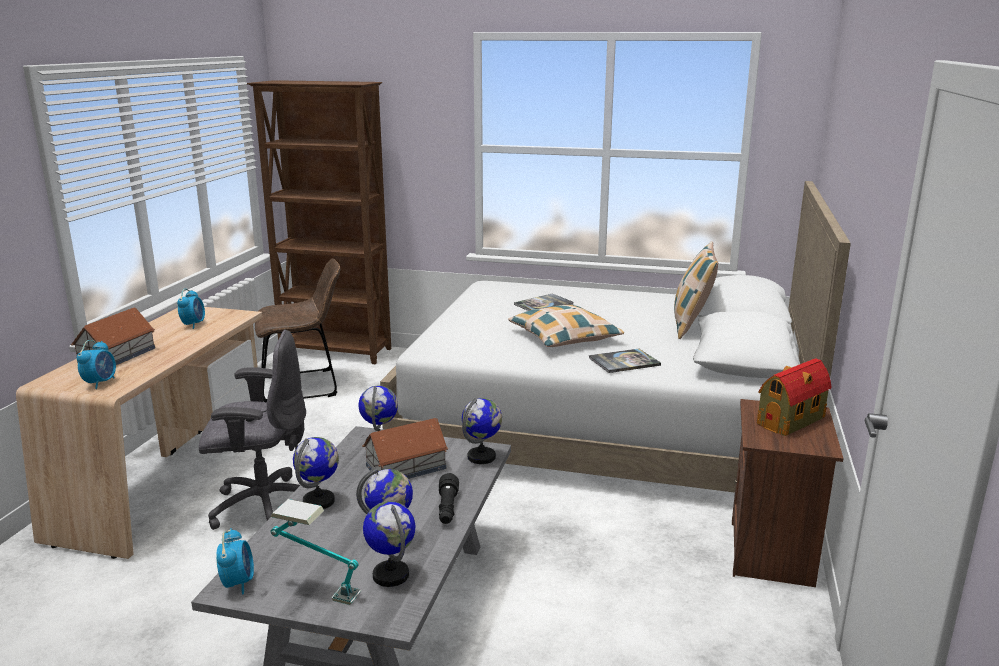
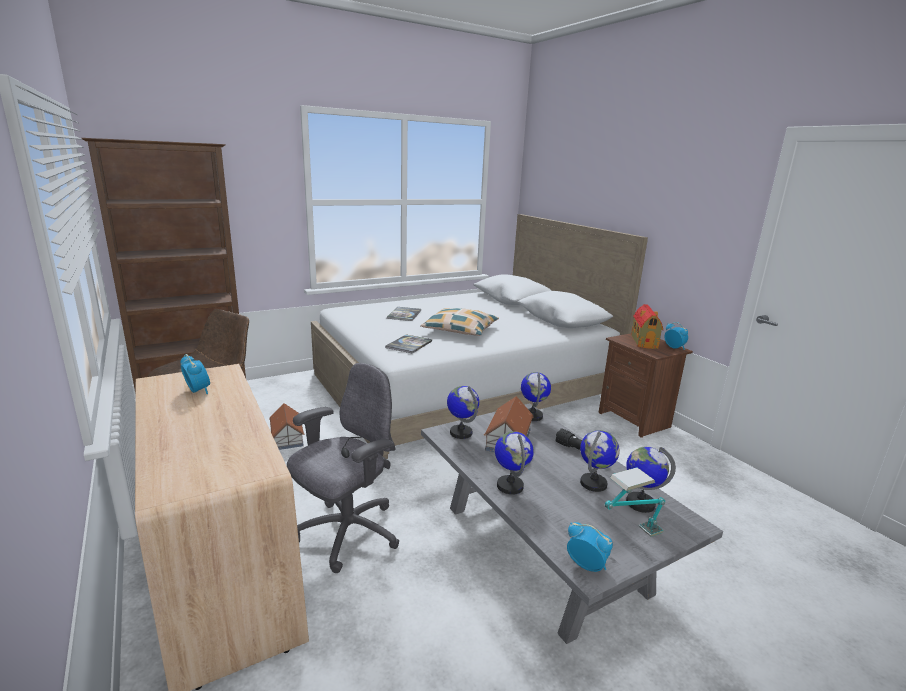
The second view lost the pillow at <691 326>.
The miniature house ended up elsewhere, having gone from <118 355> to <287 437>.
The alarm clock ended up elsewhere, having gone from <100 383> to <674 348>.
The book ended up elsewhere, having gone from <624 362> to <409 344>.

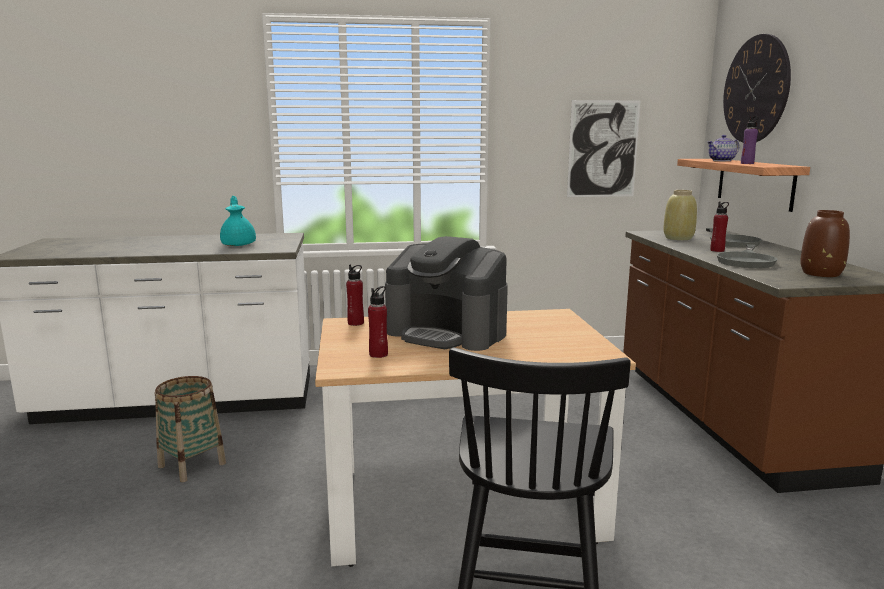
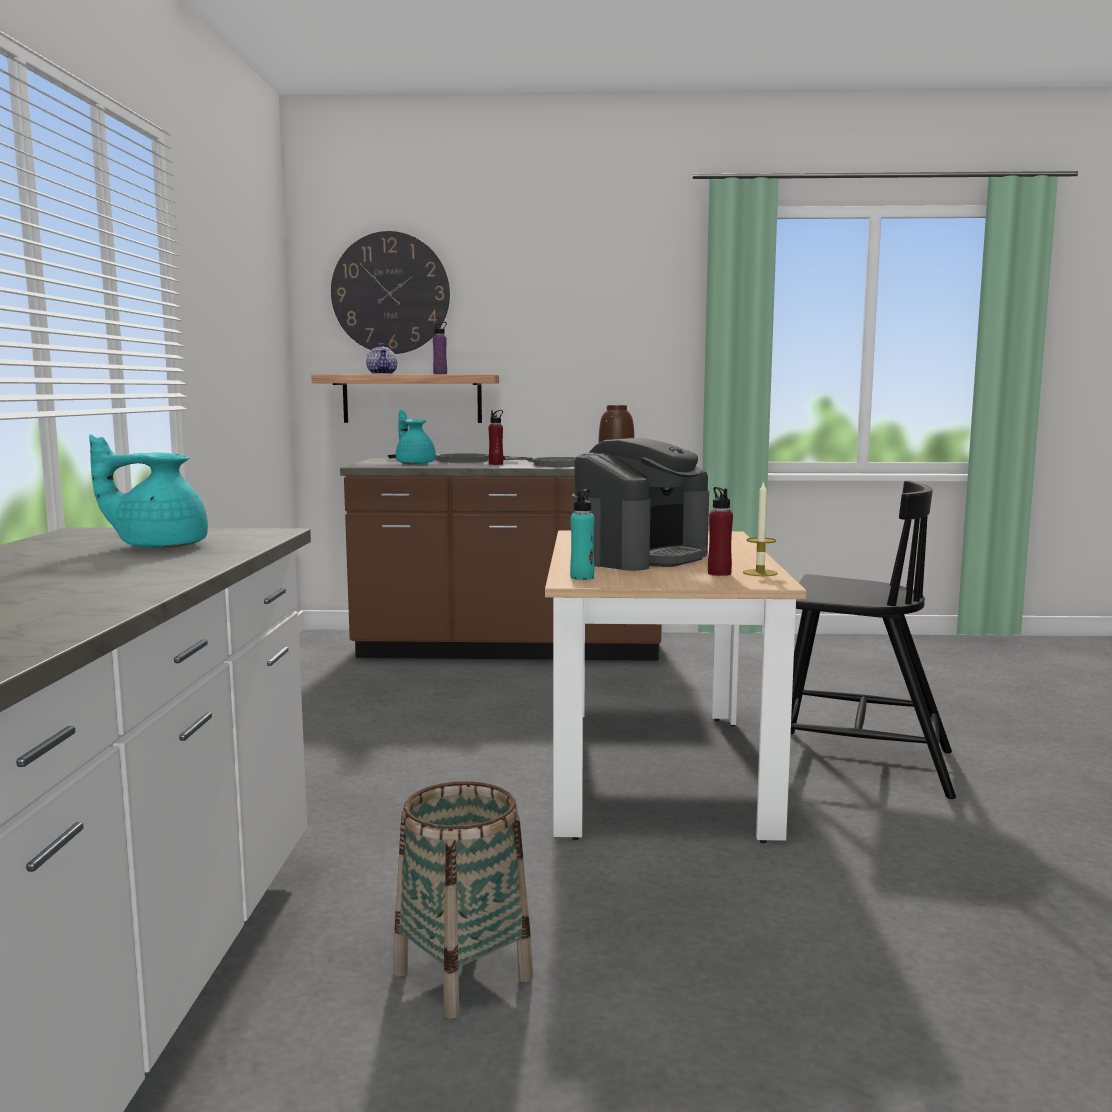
The second view lost the wall picture at <603 149>.
The second view gained the candle at <760 573>.
Where the decorative vase in beige-coloured stood at <678 238>, the tea pot in turquoise came to stand at <415 464>.
What was the beverage bottle in reddish at <356 323> turned into the beverage bottle in turquoise at <582 577>.

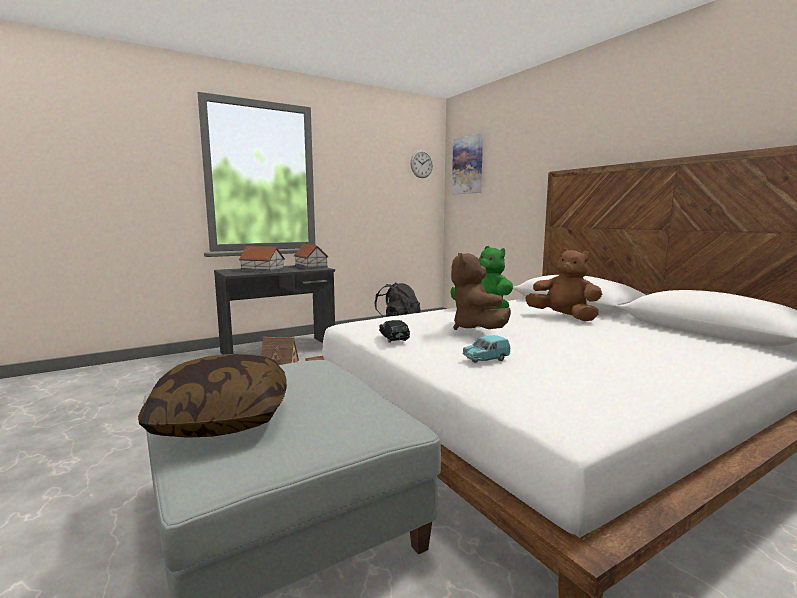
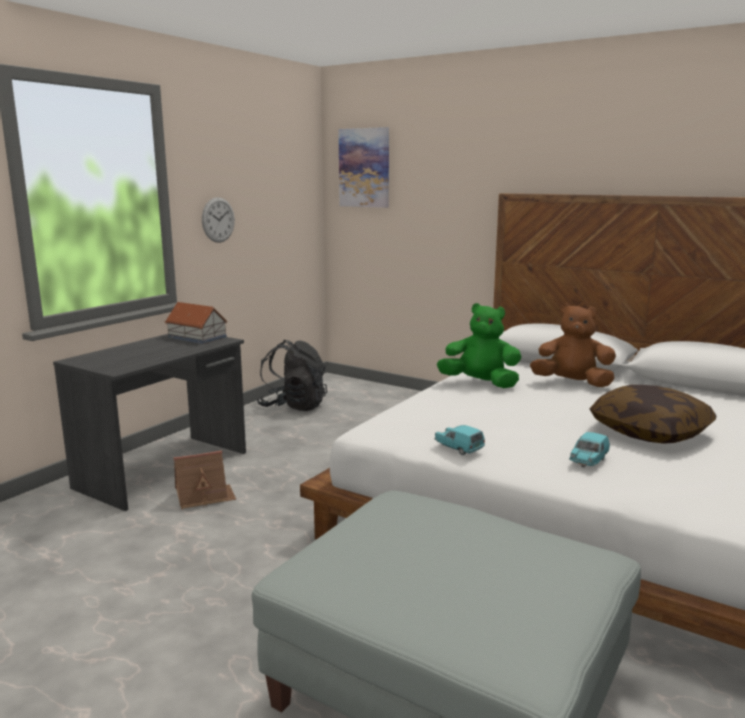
The second view lost the miniature house at <262 270>.
The second view lost the plush toy in brown-coloured at <477 329>.
The pillow ended up elsewhere, having gone from <222 418> to <649 432>.
The hanging clock ended up elsewhere, having gone from <421 164> to <218 220>.
What was the toy car in blackish at <393 339> turned into the toy car in turquoise at <458 448>.

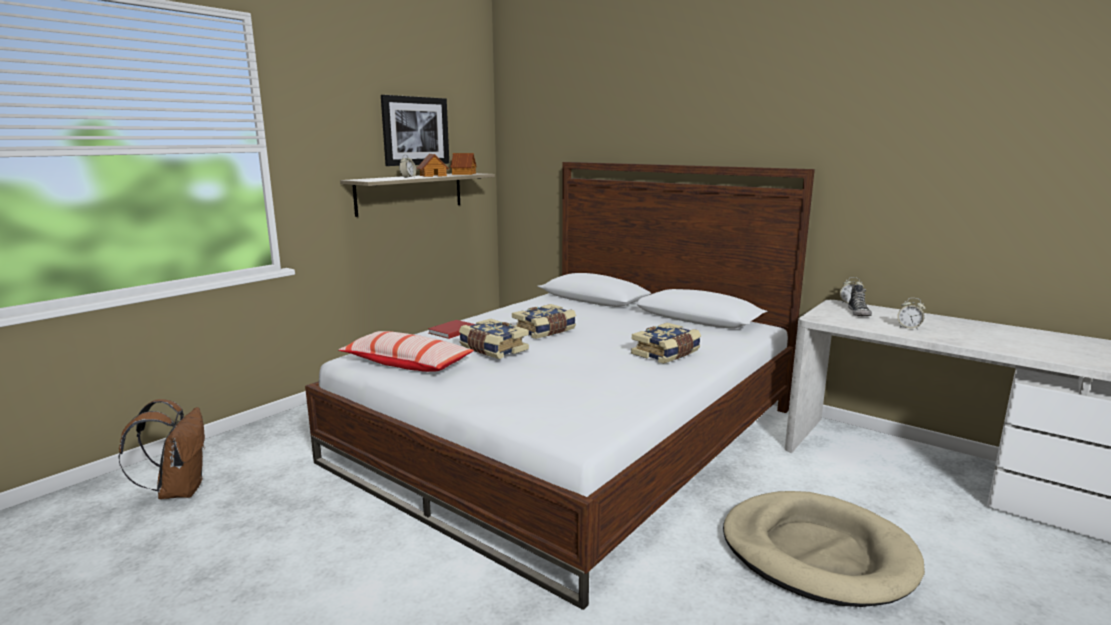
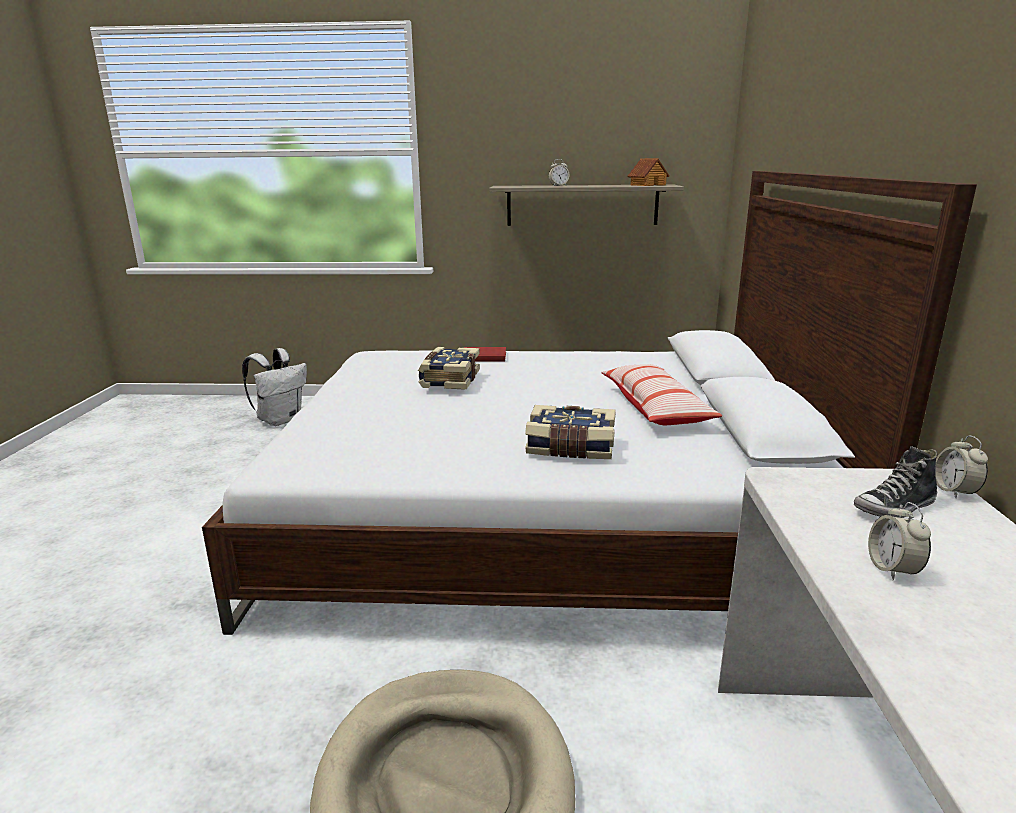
The second view lost the wall picture at <415 131>.
The second view lost the miniature house at <433 176>.
The second view lost the book at <545 331>.
The pillow ended up elsewhere, having gone from <407 364> to <655 408>.
What was the rucksack in brown-coloured at <179 490> turned into the rucksack in white at <280 420>.

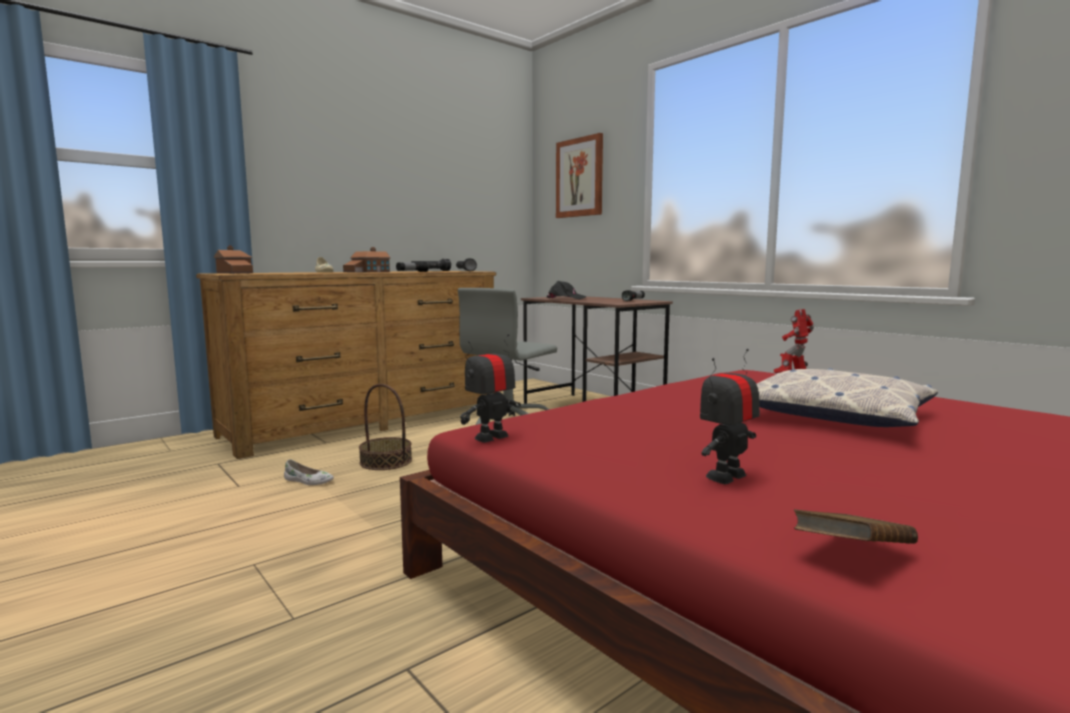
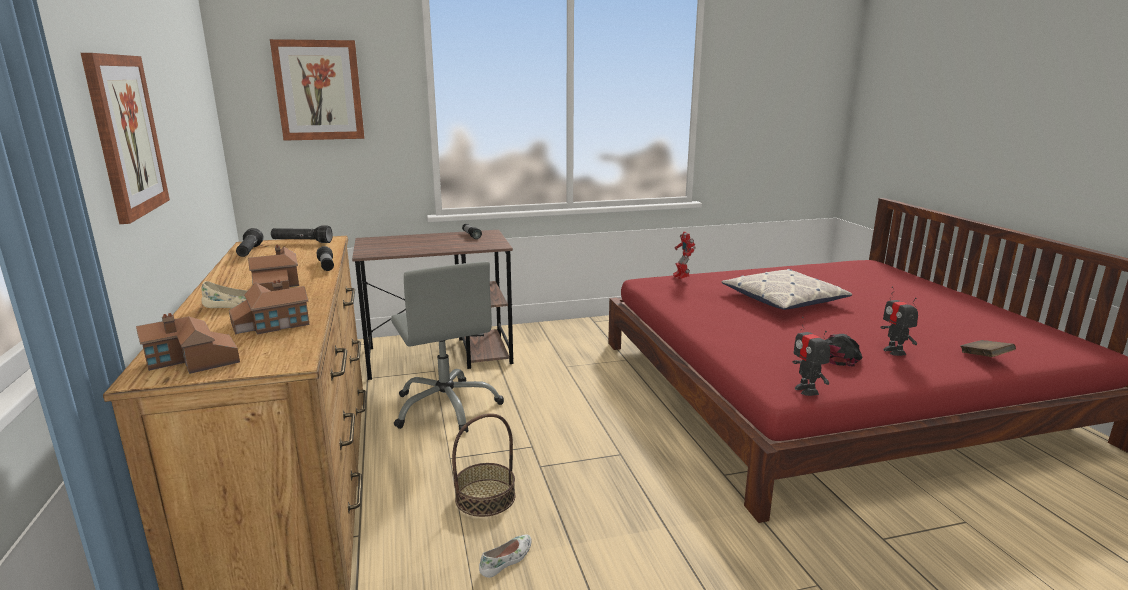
The second view gained the wall picture at <125 136>.
The second view gained the miniature house at <269 324>.
The peaked cap in blackish ended up elsewhere, having gone from <565 298> to <841 356>.

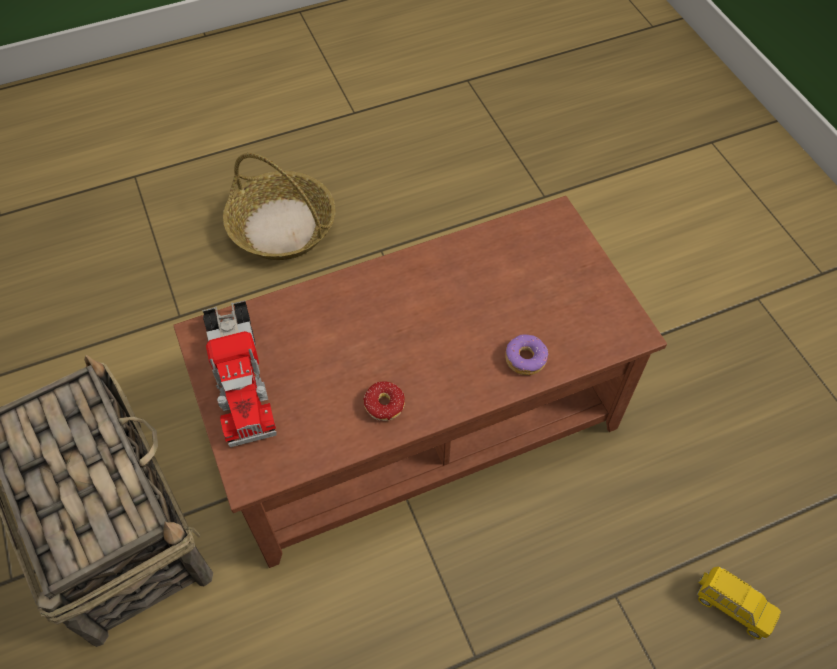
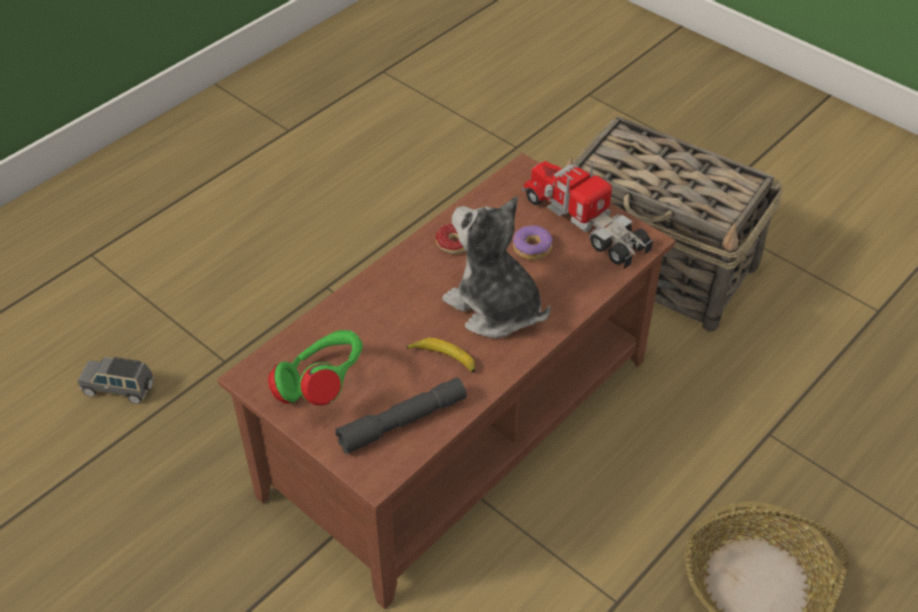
The second view gained the pair of headphones in green at <323 386>.
The second view gained the hand torch in gray at <402 422>.
The second view gained the banana at <443 359>.
The second view gained the plush toy at <494 308>.
The donut ended up elsewhere, having gone from <525 358> to <532 248>.
What was the toy car in yellow at <732 606> turned into the toy car in gray at <120 389>.

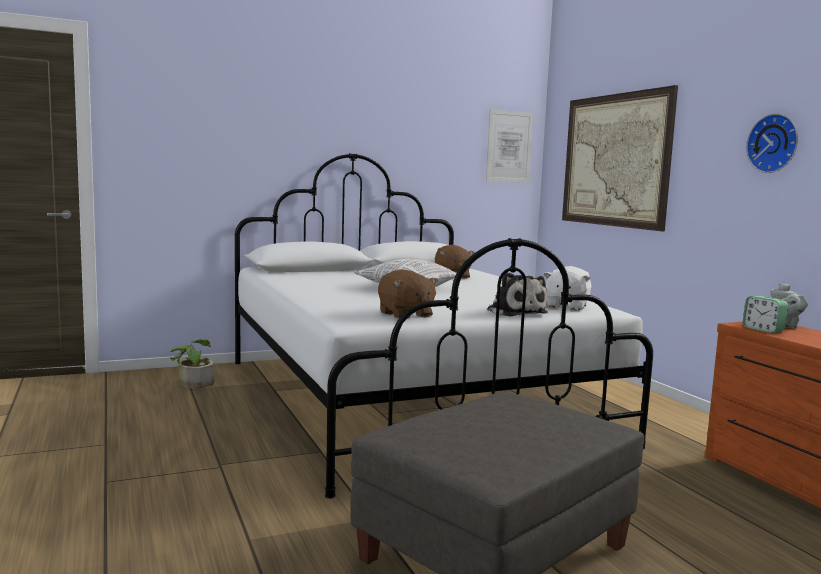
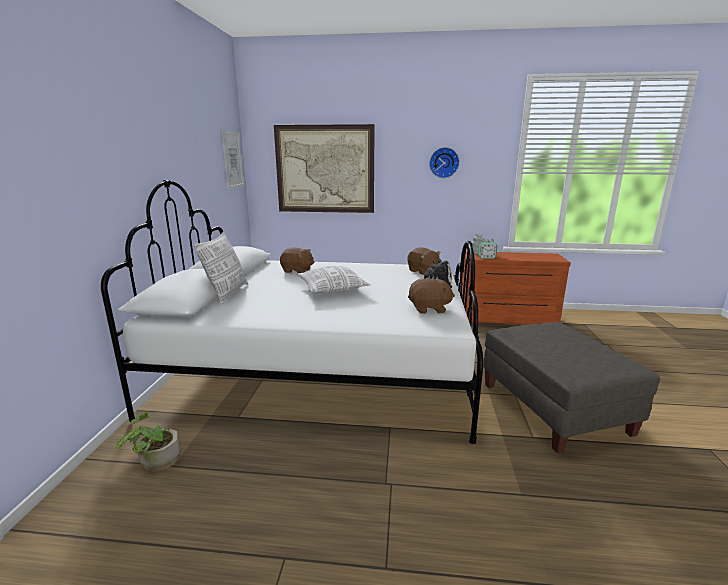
The second view gained the pillow at <227 293>.
What was the plush toy in white at <566 306> turned into the plush toy in brown-coloured at <423 271>.

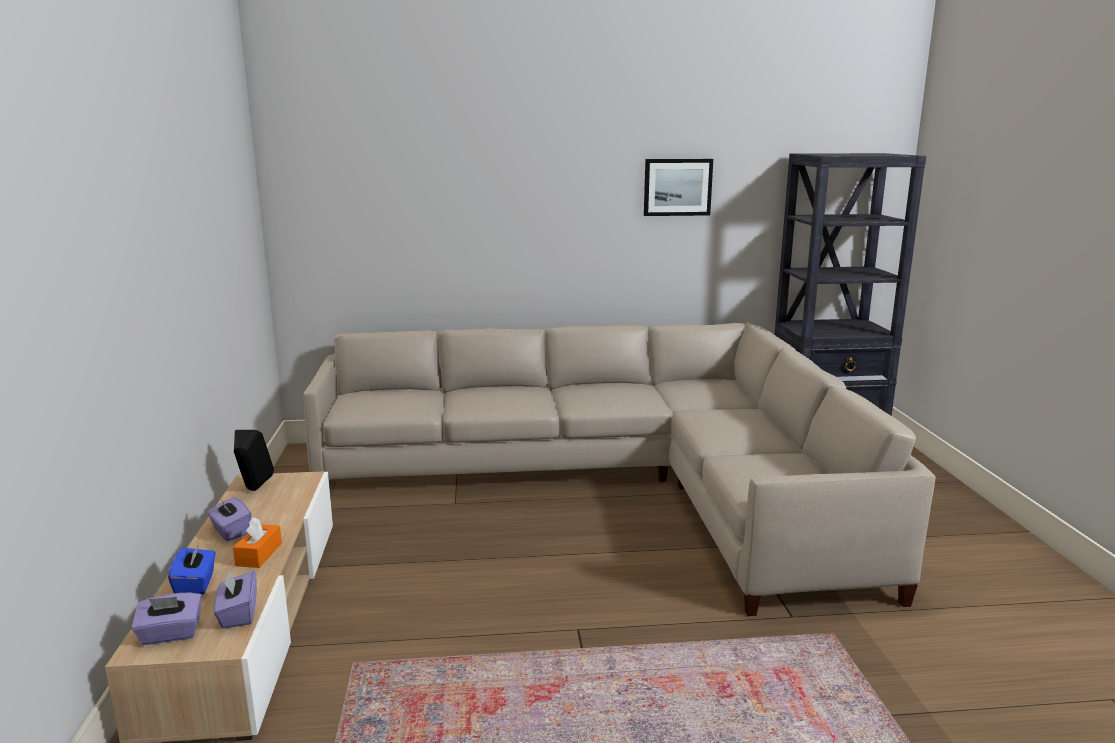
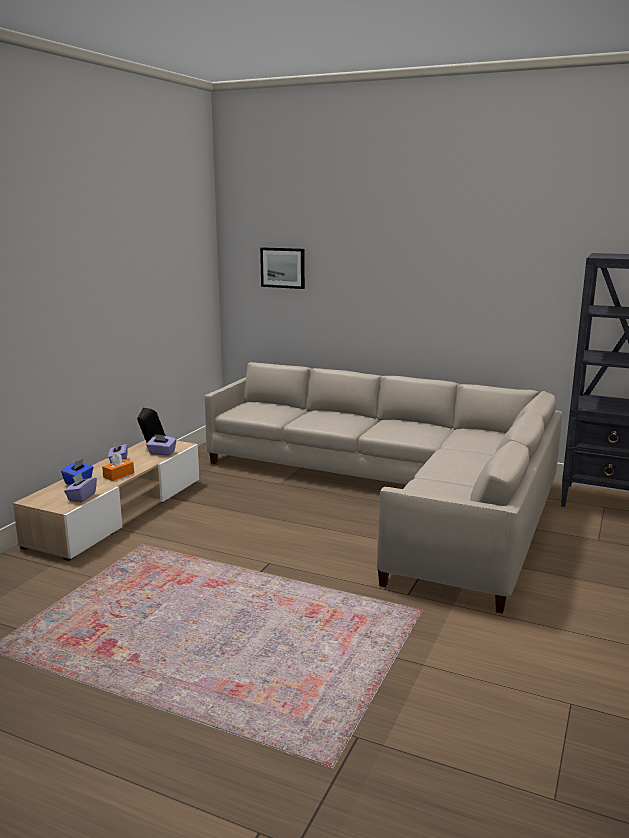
The box of tissues in purple-coloured ended up elsewhere, having gone from <170 634> to <161 453>.
The wall picture ended up elsewhere, having gone from <677 187> to <283 267>.

